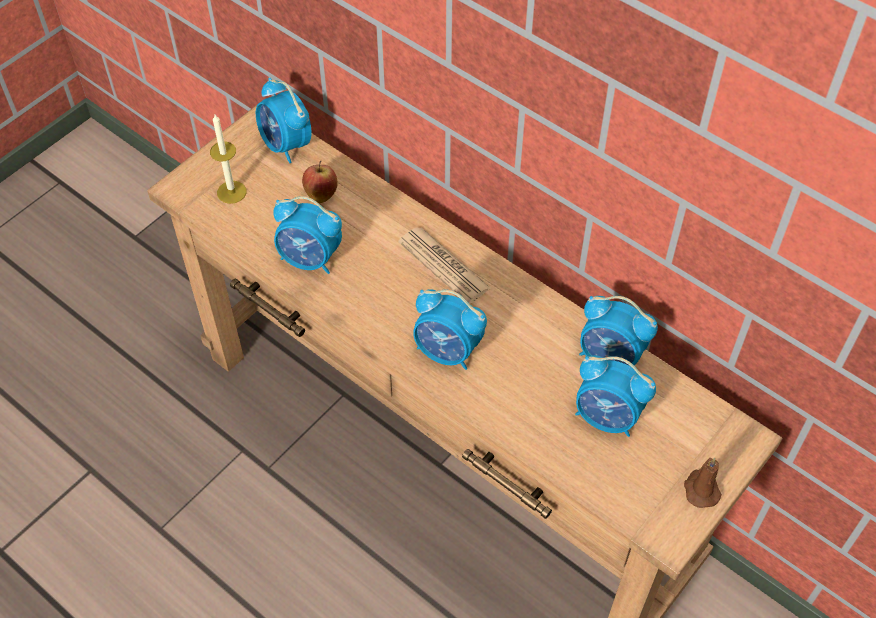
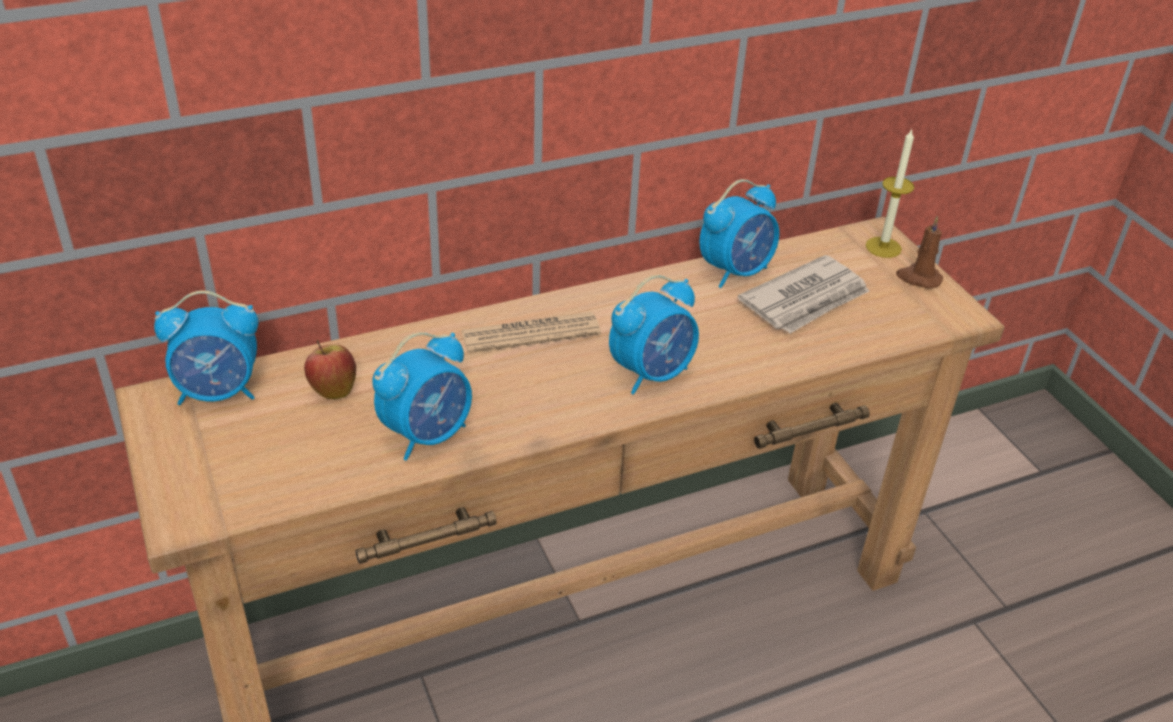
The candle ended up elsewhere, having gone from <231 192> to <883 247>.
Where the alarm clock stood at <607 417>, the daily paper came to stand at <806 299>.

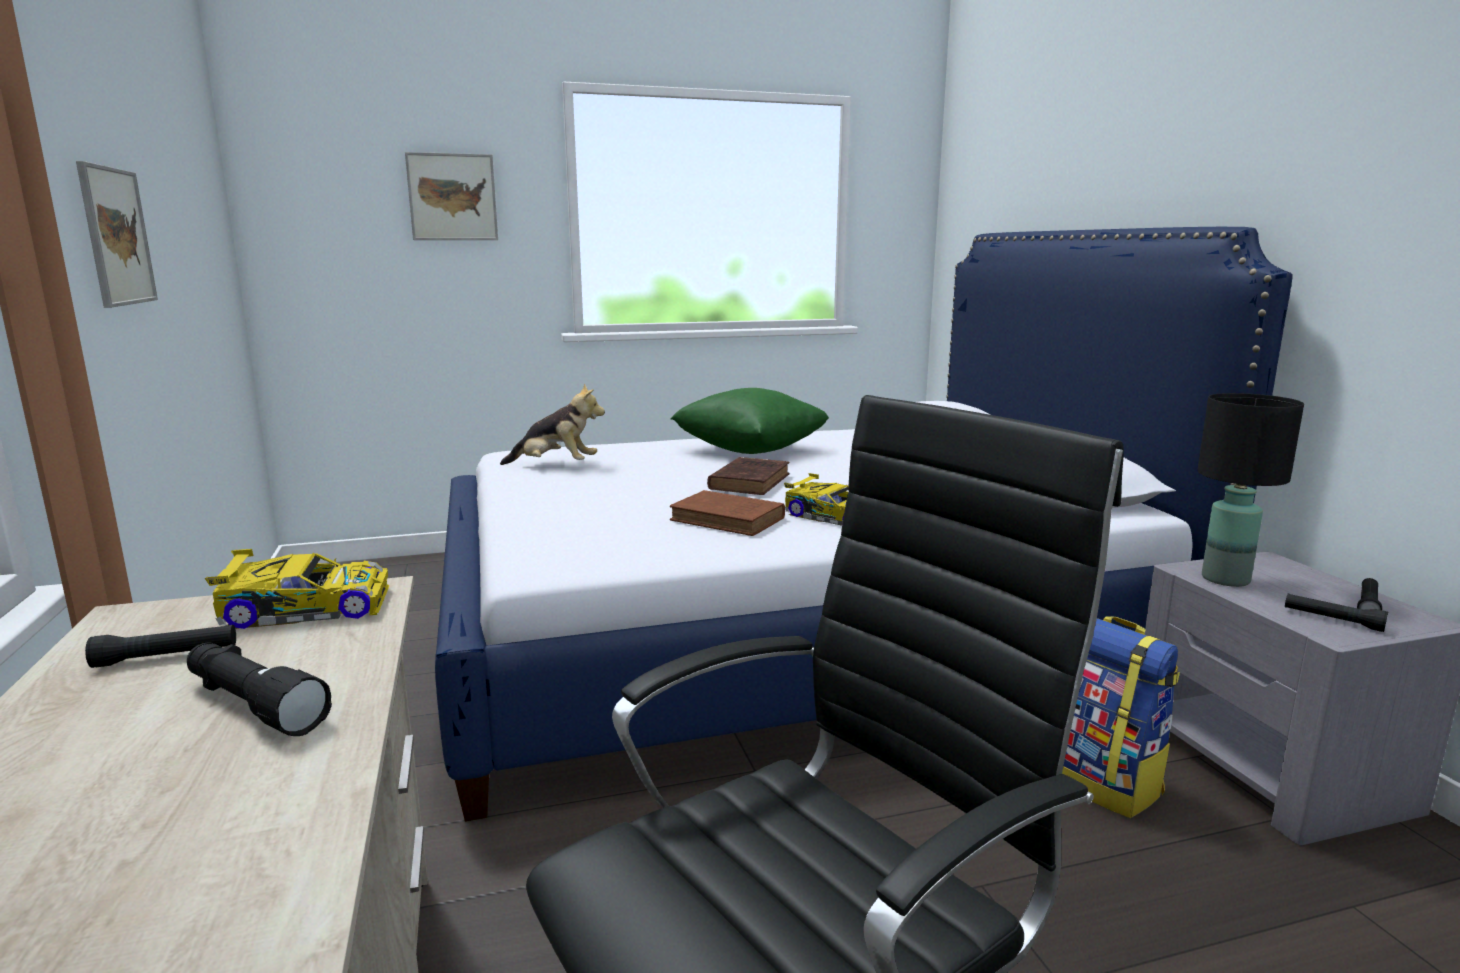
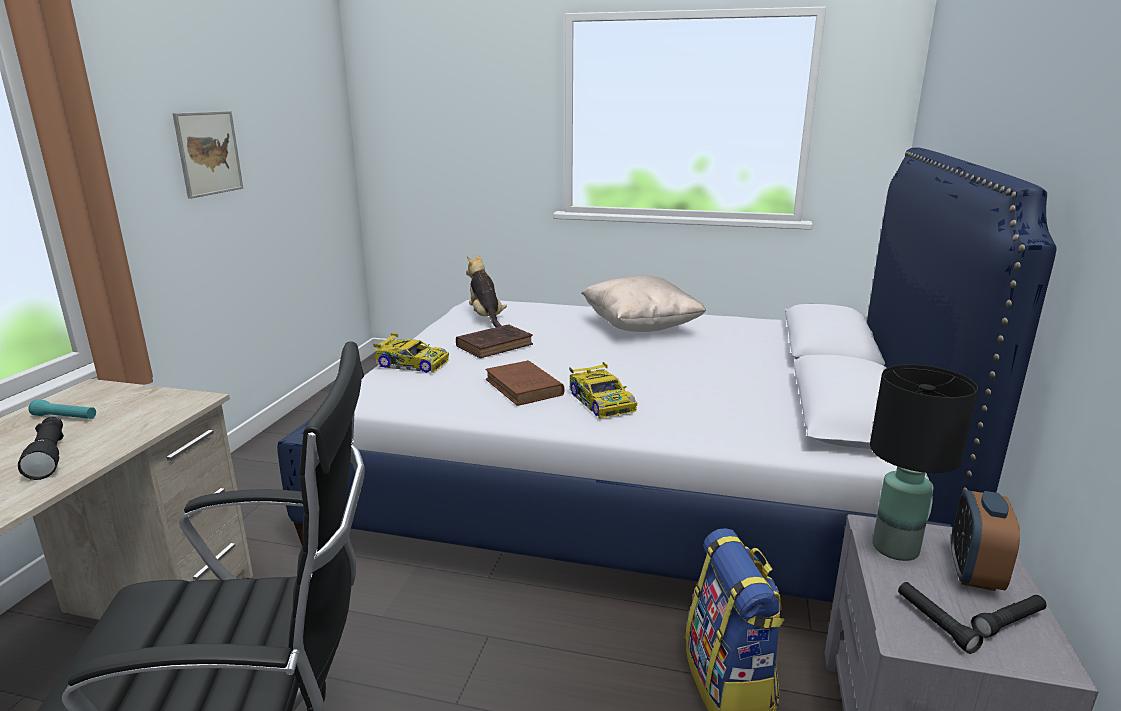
The second view lost the wall picture at <452 197>.
The second view gained the alarm clock at <974 573>.
The toy car ended up elsewhere, having gone from <304 608> to <411 363>.
The book in brown-coloured ended up elsewhere, having gone from <750 481> to <496 345>.
What was the hand torch in blackish at <166 657> turned into the hand torch in turquoise at <65 417>.
What was the pillow in green at <750 450> turned into the pillow in beige-coloured at <640 327>.
The plush toy at <555 466> ended up facing another way, 150 degrees counterclockwise from before.

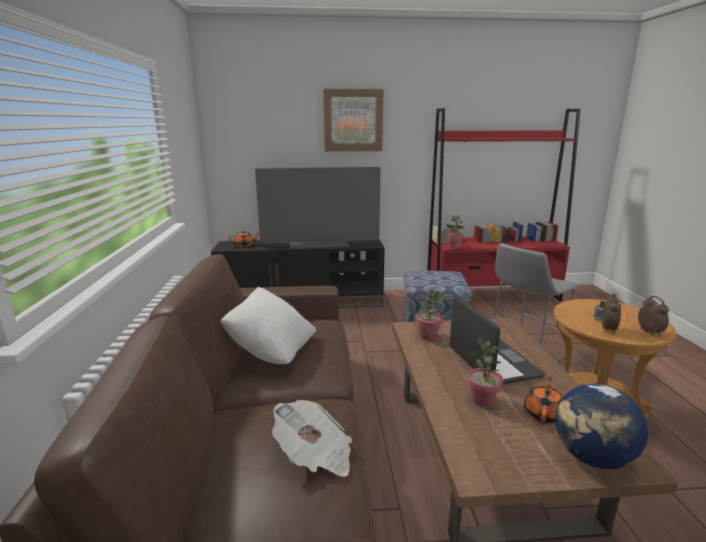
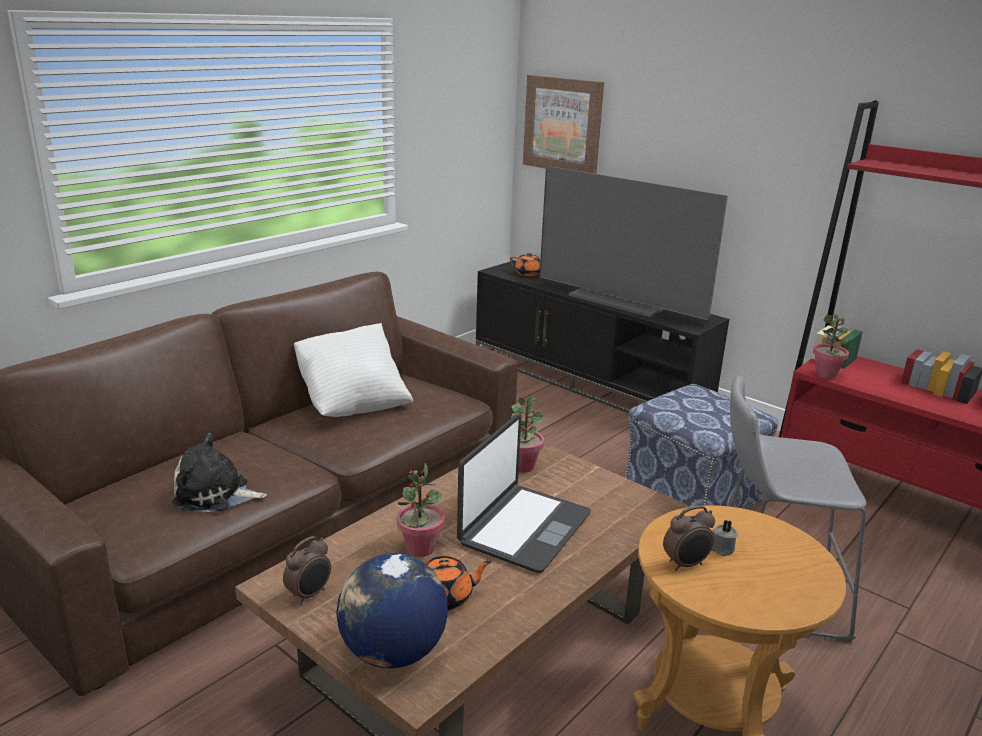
The wall picture ended up elsewhere, having gone from <353 120> to <563 125>.
The alarm clock ended up elsewhere, having gone from <650 332> to <310 594>.
Where the daily paper stood at <315 455>, the plush toy came to stand at <215 495>.

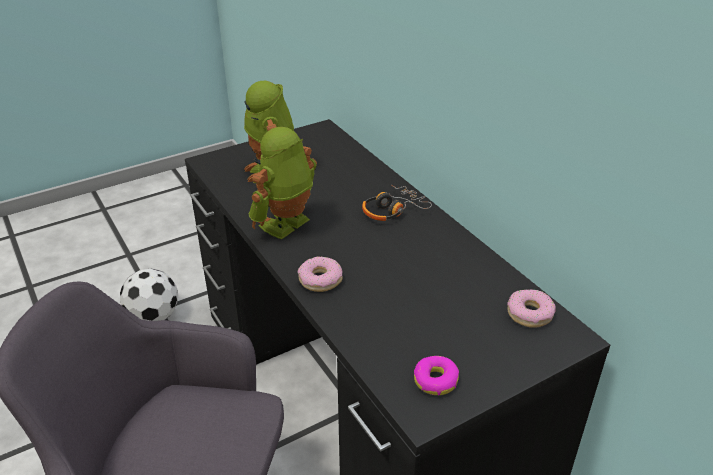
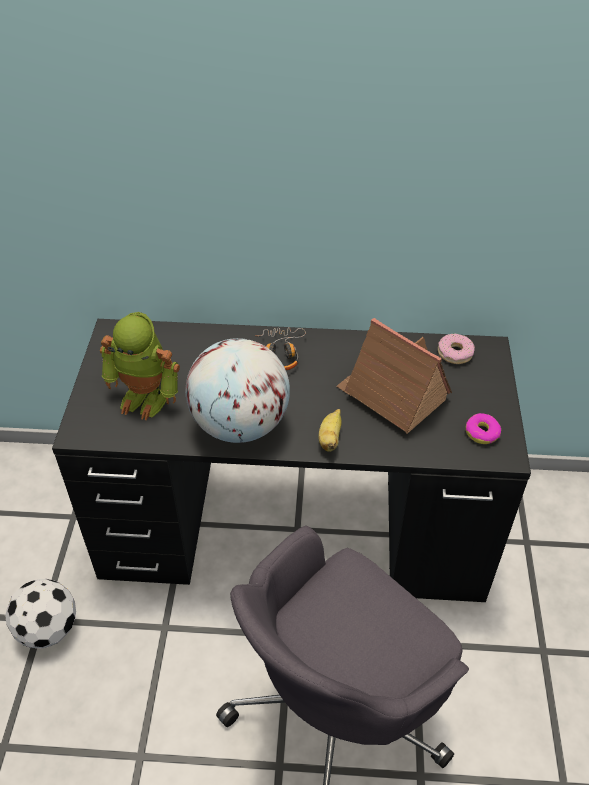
The second view gained the miniature house at <392 395>.
Where the robot figure stood at <287 225>, the desk globe came to stand at <240 425>.
Where the donut stood at <320 279>, the banana came to stand at <330 438>.

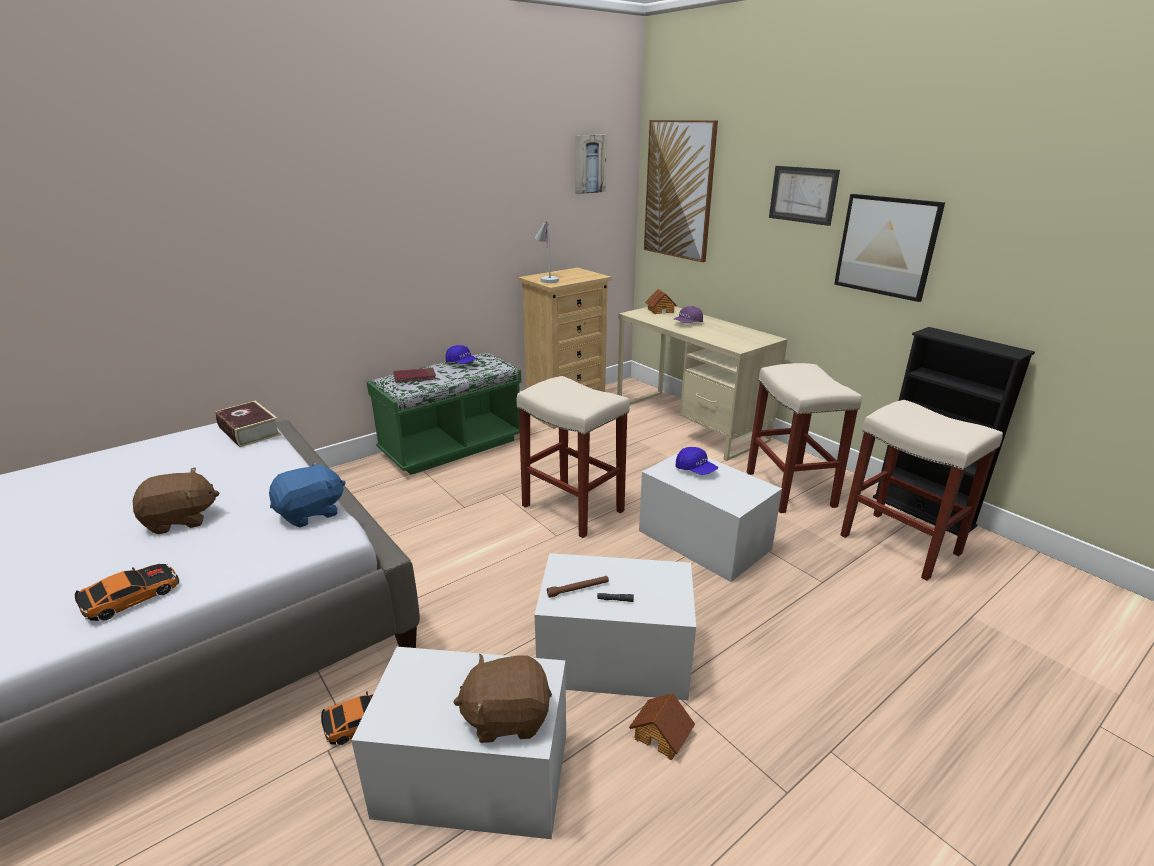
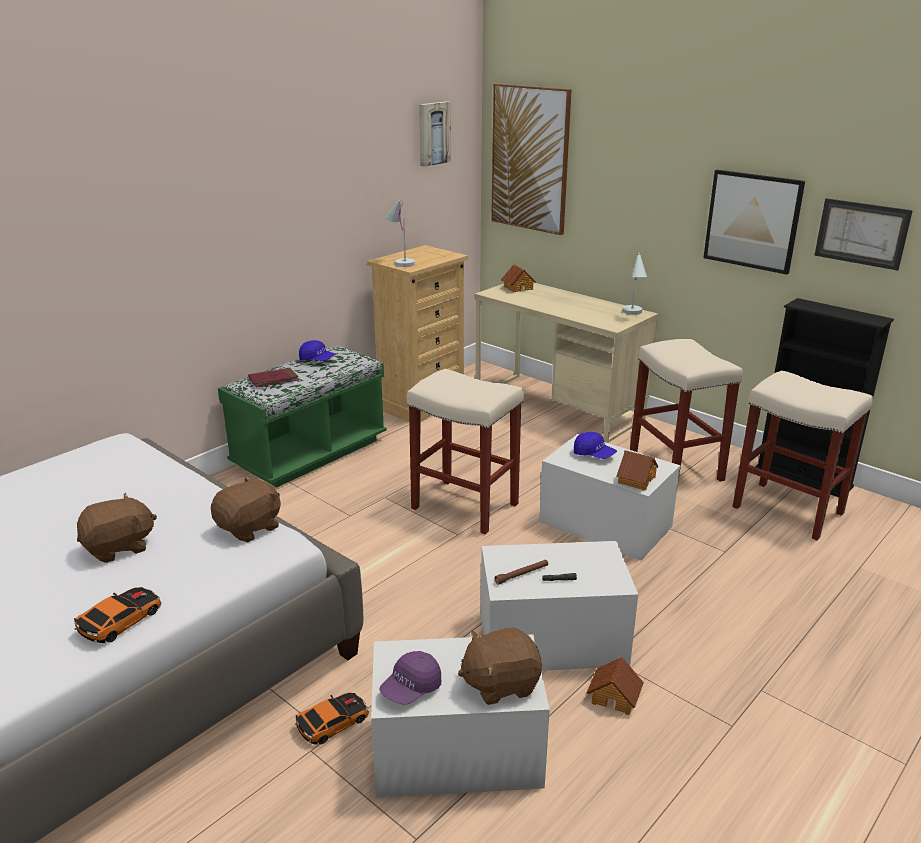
The second view lost the book at <249 431>.
The second view gained the miniature house at <636 479>.
The second view gained the tabletop lamp in white at <633 314>.
The peaked cap in purple-coloured ended up elsewhere, having gone from <687 323> to <411 688>.
The wall picture ended up elsewhere, having gone from <803 195> to <861 233>.
What was the plush toy in blue-coloured at <311 513> turned into the plush toy in brown-coloured at <250 528>.

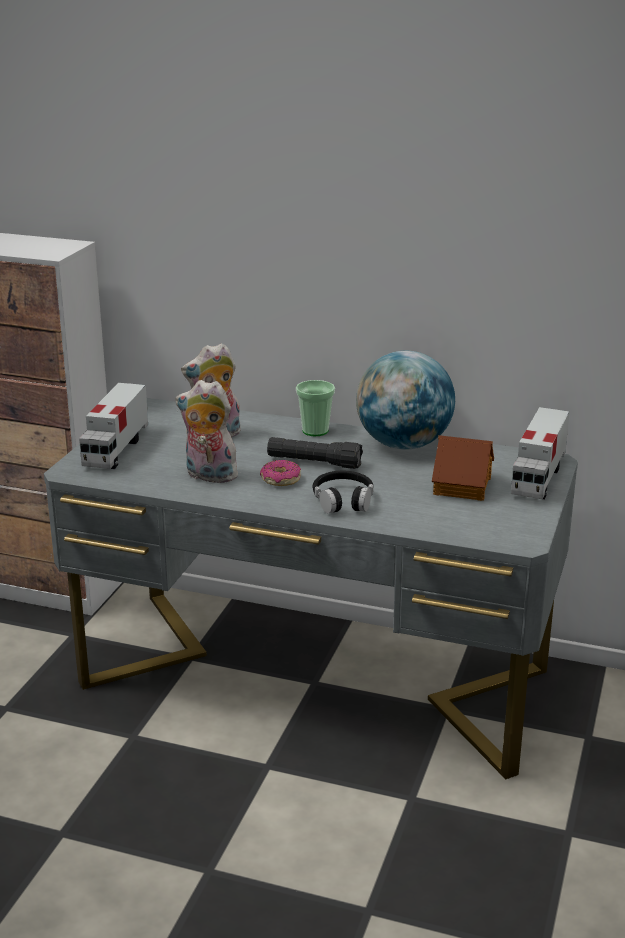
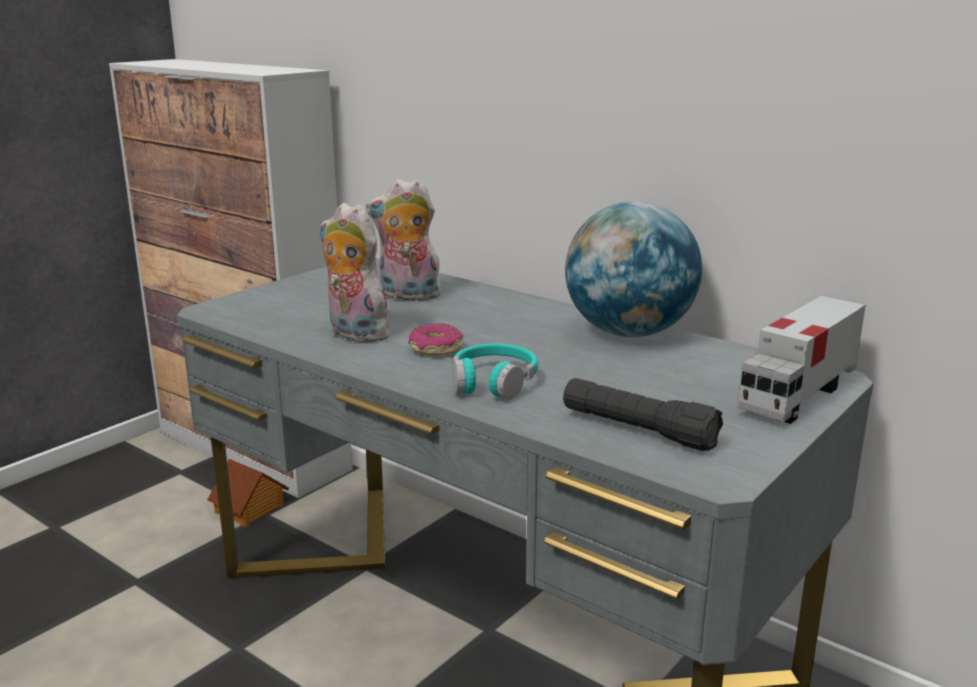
The second view lost the model truck at <116 449>.
The second view lost the drinking cup at <315 431>.
The hand torch in blackish ended up elsewhere, having gone from <314 463> to <638 430>.
The miniature house ended up elsewhere, having gone from <463 486> to <250 509>.
What was the pair of headphones in blackish at <343 500> turned into the pair of headphones in turquoise at <493 382>.

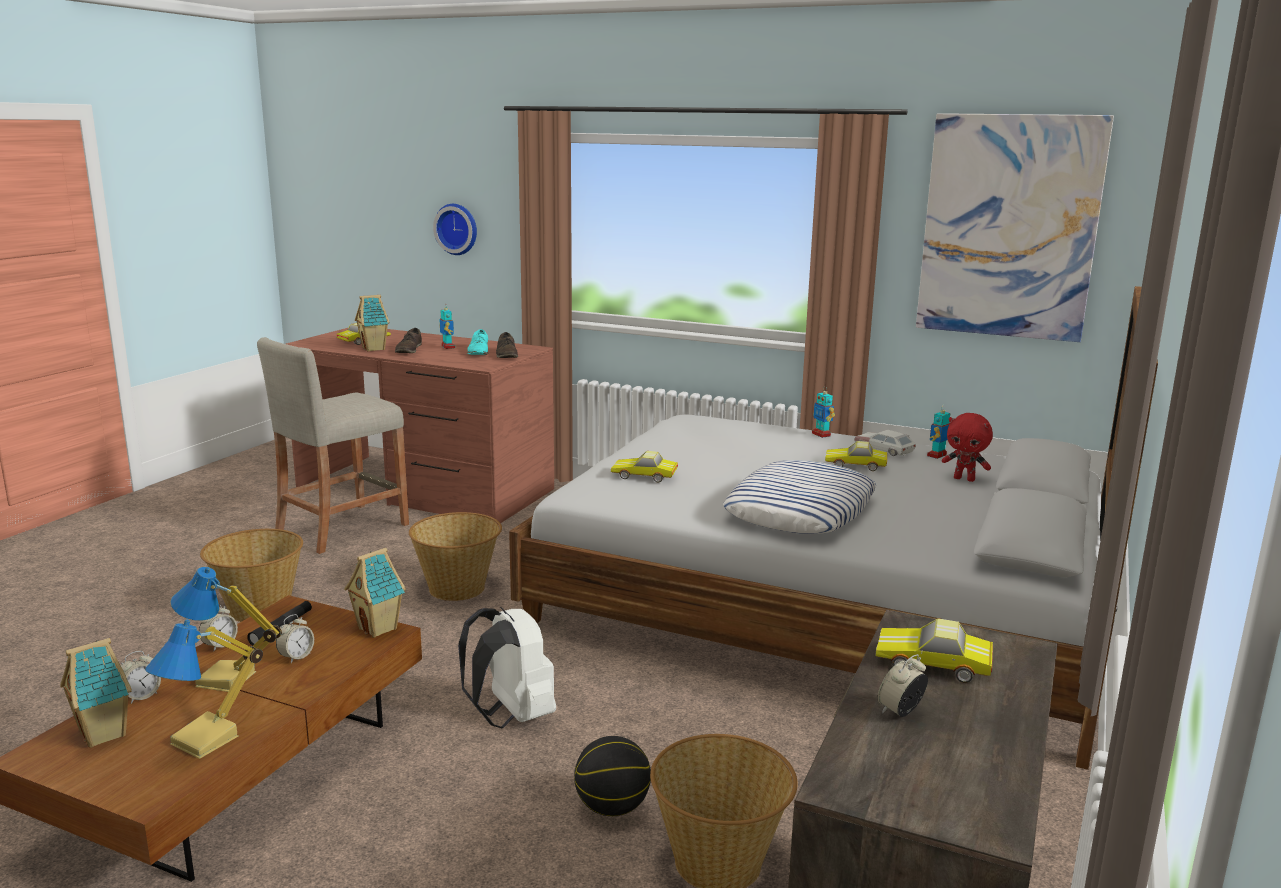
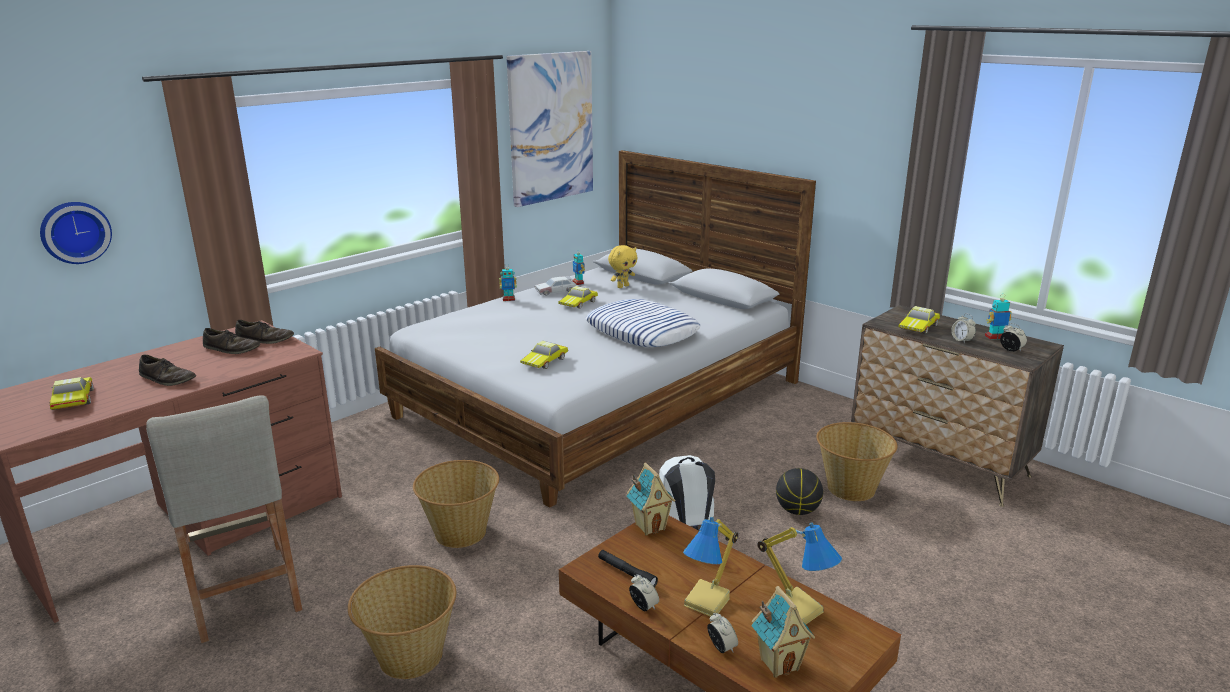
The second view lost the miniature house at <374 349>.
The alarm clock ended up elsewhere, having gone from <296 657> to <1011 350>.
The robot figure ended up elsewhere, having gone from <448 347> to <994 337>.
What was the low shoe in turquoise at <479 351> turned into the low shoe in brown-coloured at <232 349>.
What was the plush toy in reddish at <964 479> turned into the plush toy in yellow at <622 286>.

